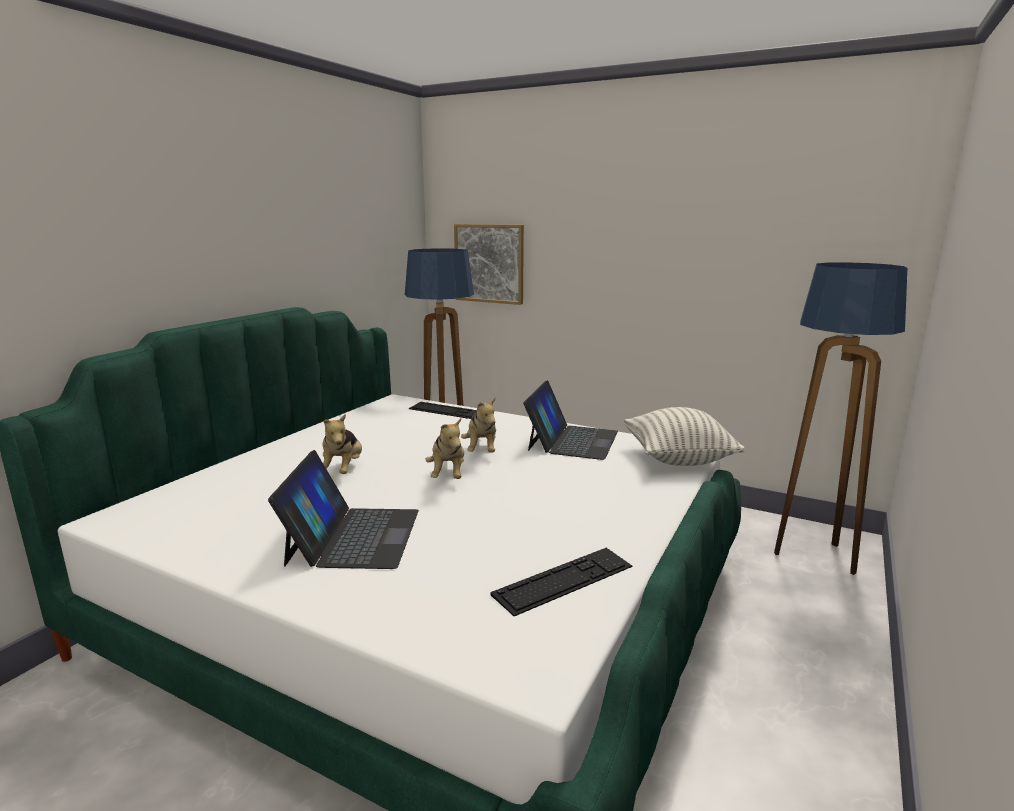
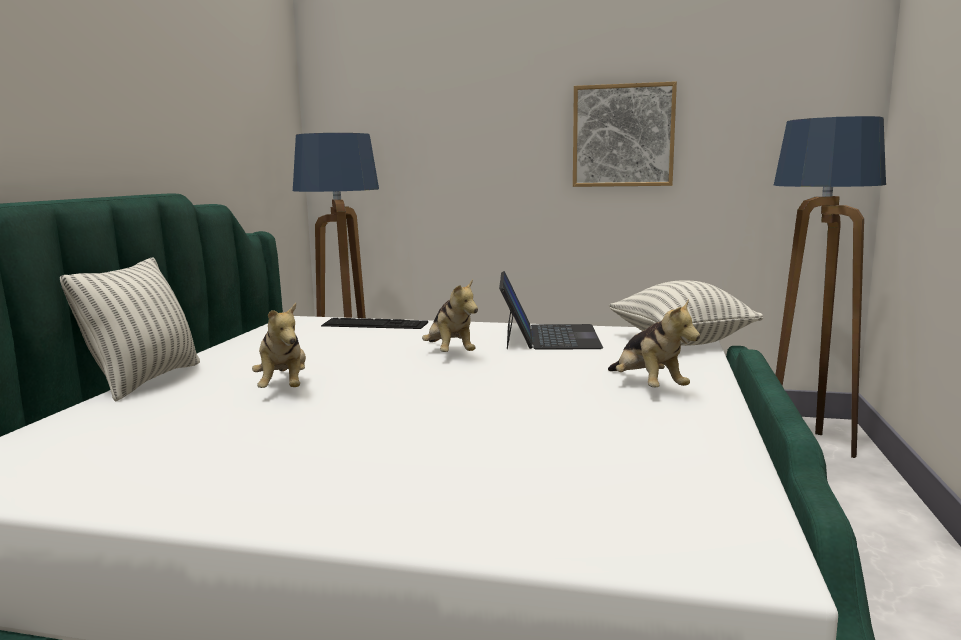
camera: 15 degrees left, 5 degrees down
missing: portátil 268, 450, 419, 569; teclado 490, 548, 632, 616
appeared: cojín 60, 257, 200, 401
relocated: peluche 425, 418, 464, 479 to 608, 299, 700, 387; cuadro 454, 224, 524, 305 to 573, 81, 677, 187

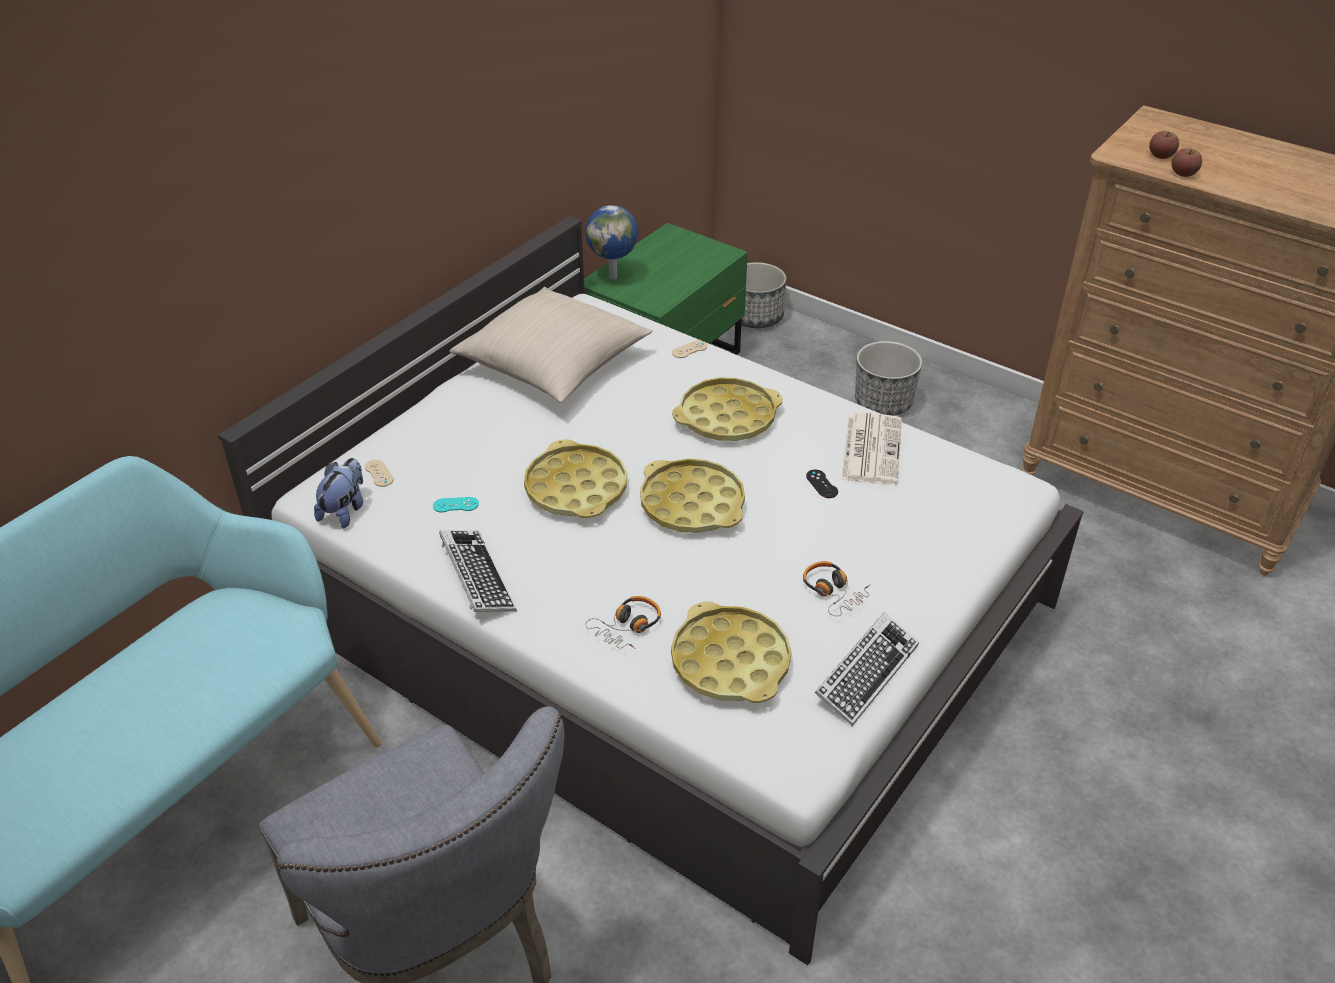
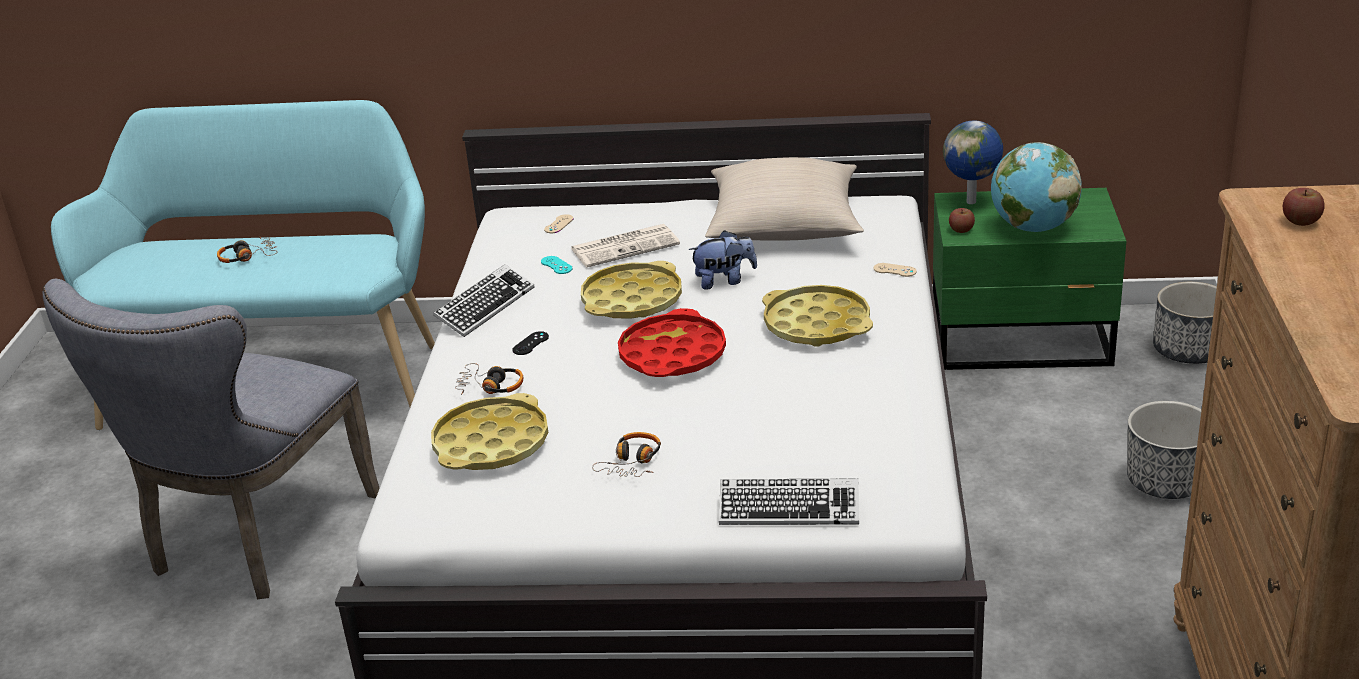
camera: 60 degrees right, 10 degrees down
appeared: auriculares 217, 236, 278, 263; globo terráqueo 991, 142, 1082, 232
relocated: peluche 314, 458, 363, 528 to 688, 230, 757, 290; mando de consola [negro] 806, 470, 838, 498 to 512, 331, 549, 355; teclado 815, 612, 919, 726 to 719, 479, 859, 525; periódico 842, 413, 902, 485 to 571, 224, 680, 267; manzana 1172, 148, 1202, 177 to 949, 208, 975, 233
colour: bandeja [amarillo] 640, 459, 745, 533 to bandeja [rojo] 618, 308, 726, 377

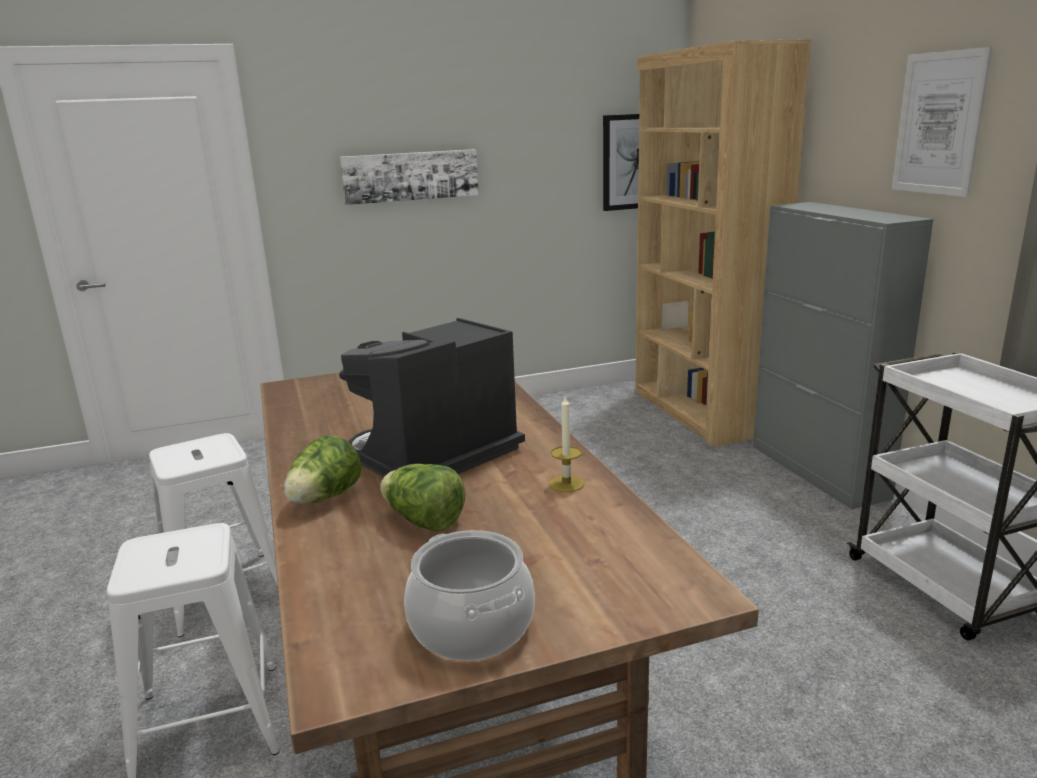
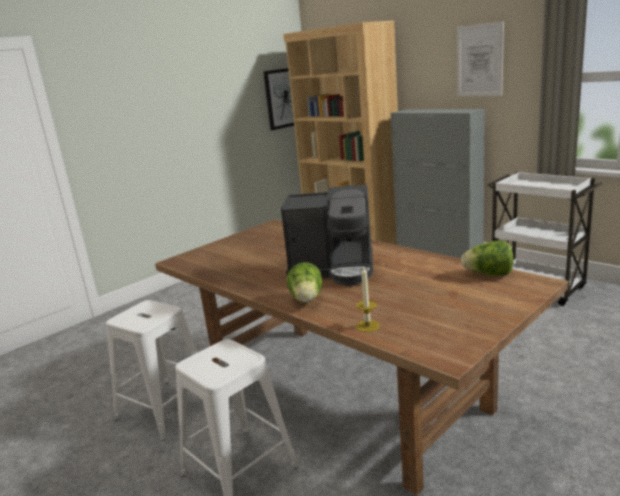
camera: 25 degrees left, 0 degrees up
missing: cuadro 340, 149, 479, 205; olla 404, 530, 535, 661
relocated: lechuga 380, 464, 465, 532 to 461, 241, 514, 276; vela 549, 397, 584, 492 to 356, 267, 380, 332
spun: cafetera 339, 318, 525, 477 = 281, 185, 373, 285 105 degrees counterclockwise

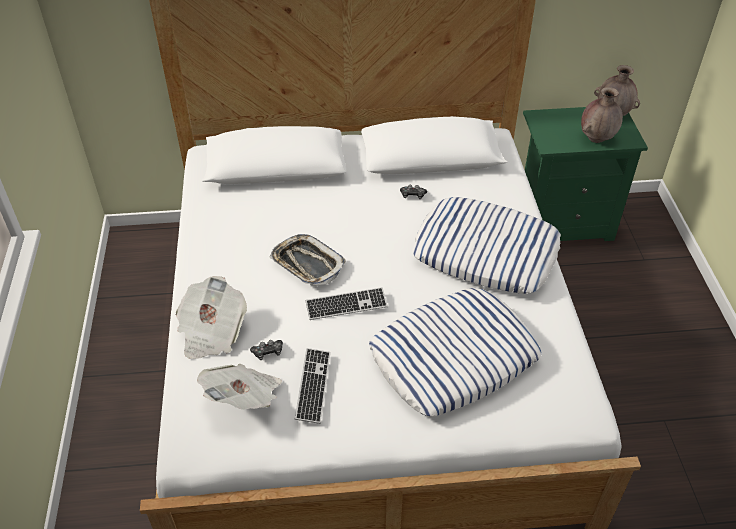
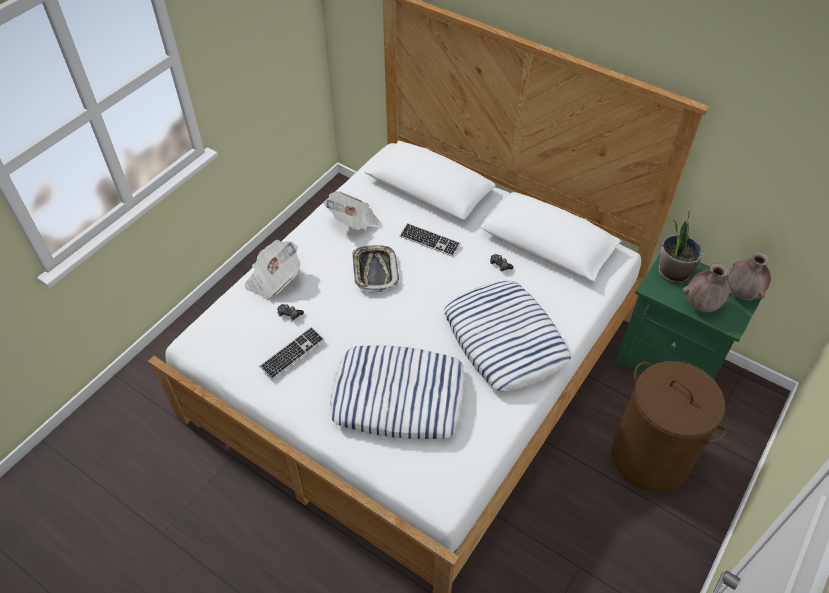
camera: 40 degrees right, 5 degrees up
appeared: cesto de la ropa [marrón] 611, 361, 726, 492; planta en maceta 659, 211, 703, 283
relocated: periódico 197, 364, 282, 410 to 324, 191, 382, 230; teclado 306, 287, 388, 320 to 400, 223, 461, 257

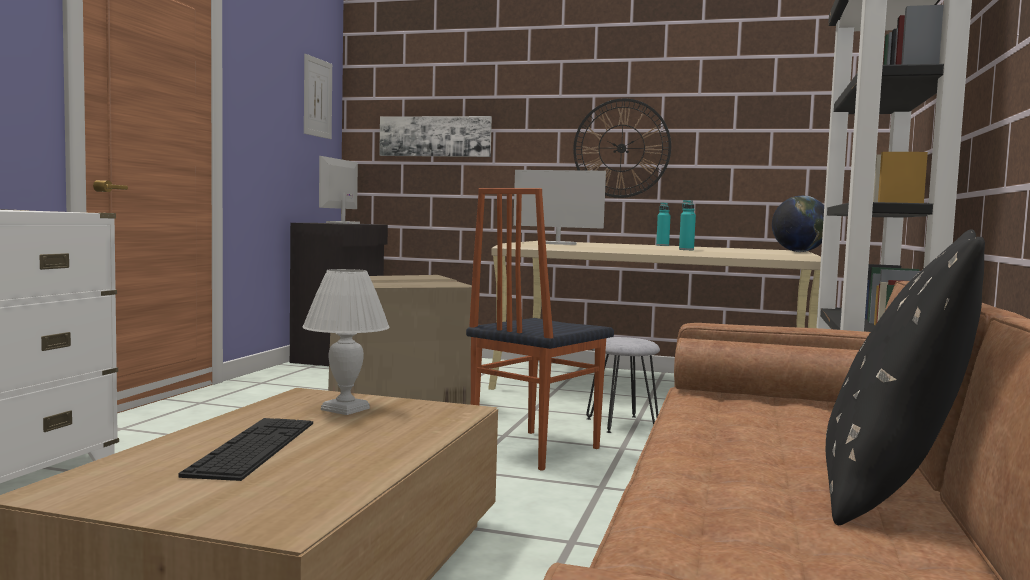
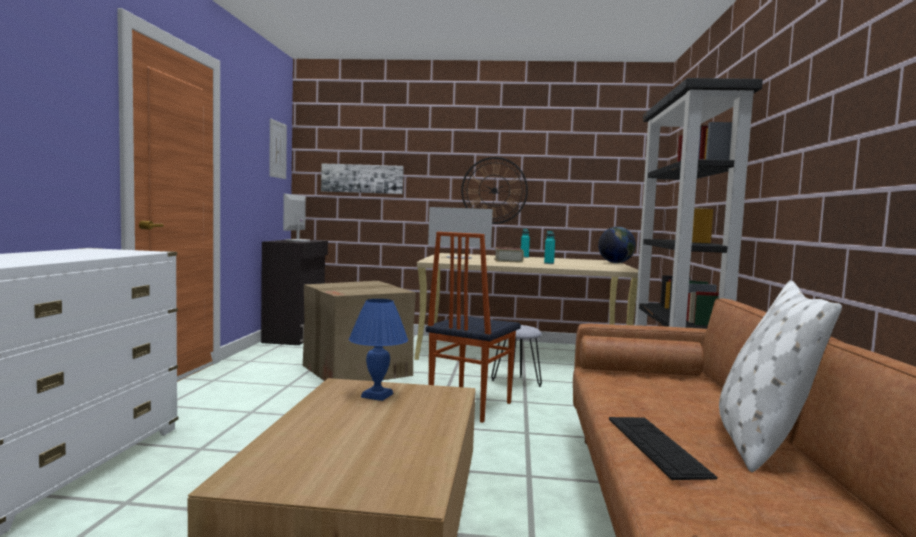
camera: 10 degrees left, 0 degrees up
appeared: libro 494, 247, 524, 263
relocated: teclado 179, 418, 313, 481 to 609, 417, 717, 480
colour: lámpara de mesa [blanco] 302, 269, 390, 415 to lámpara de mesa [azul] 349, 299, 408, 401; cojín [negro] 826, 229, 985, 525 to cojín [blanco] 719, 281, 842, 472

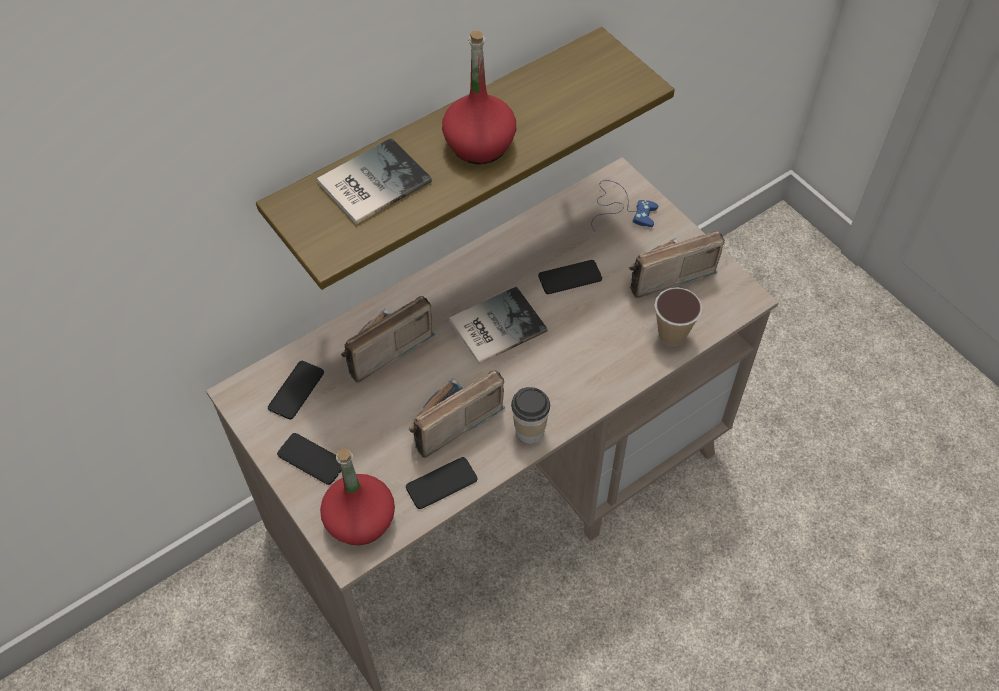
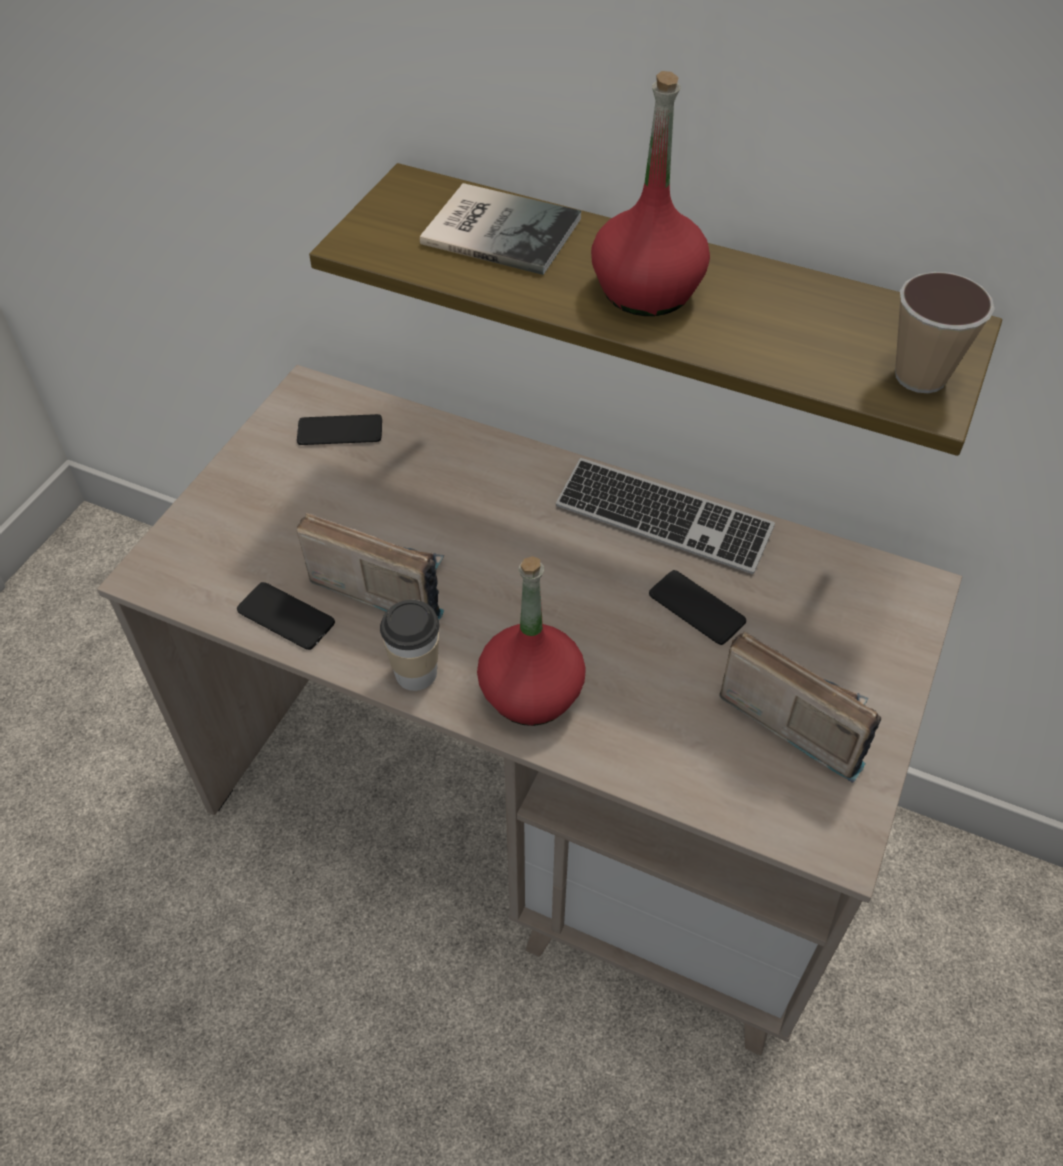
camera: 60 degrees right, 5 degrees down
missing: móvil 277, 433, 341, 485; radio 341, 296, 435, 383; libro 449, 286, 548, 364; mando de consola [azul] 591, 180, 658, 231
appeared: teclado 556, 458, 775, 574
relocated: botella [rojo] 320, 448, 395, 545 to 477, 556, 586, 726; taza 654, 287, 702, 346 to 895, 272, 994, 393

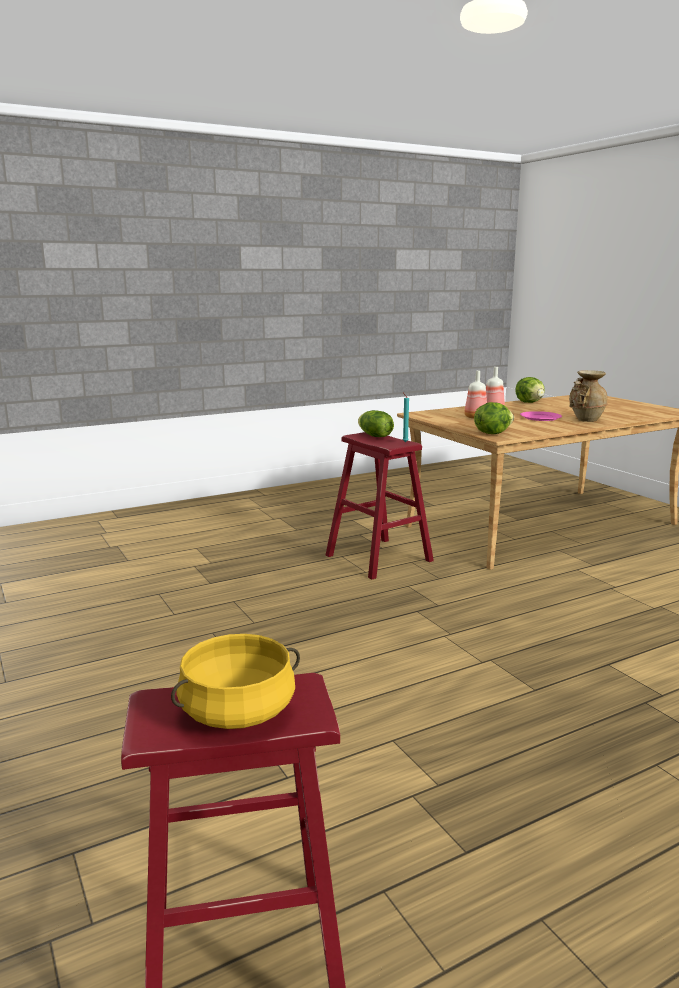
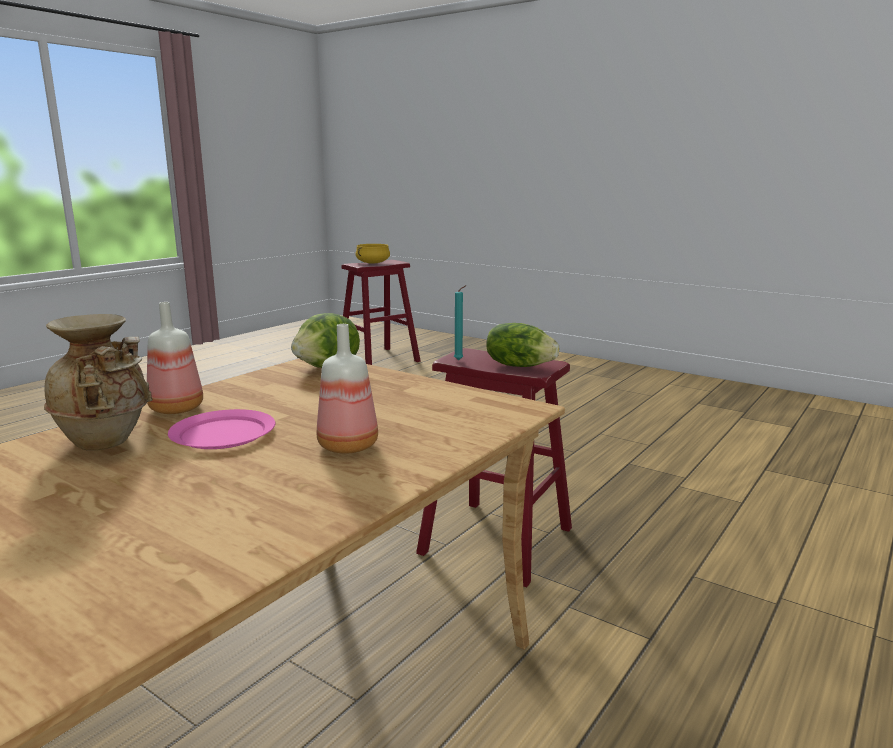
camera: 155 degrees right, 0 degrees up
missing: lechuga 515, 377, 545, 403
relocated: botella 464, 370, 487, 419 to 147, 302, 203, 414

